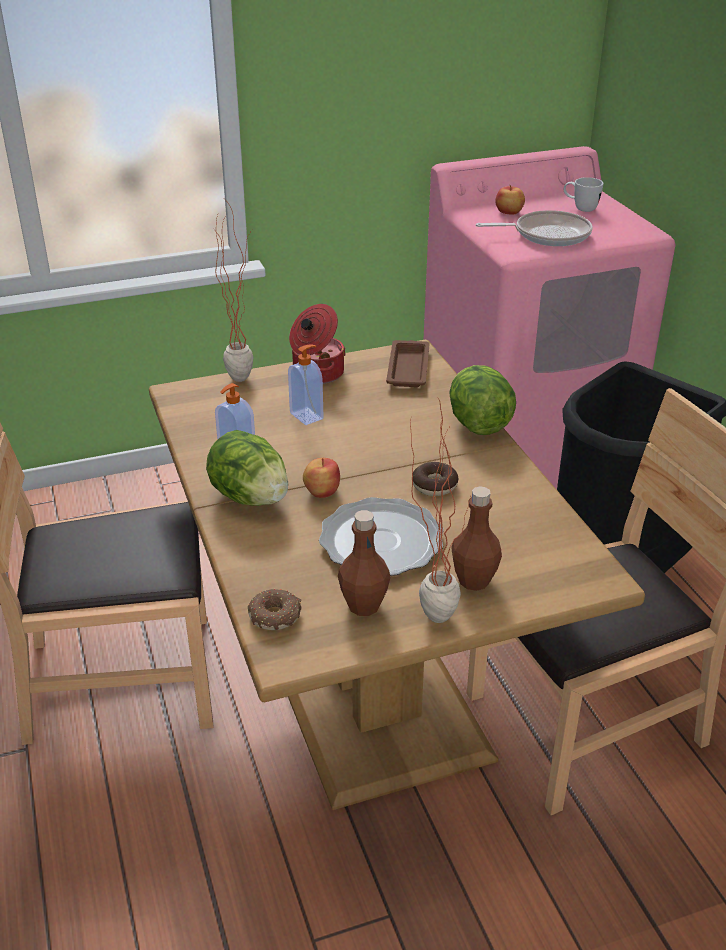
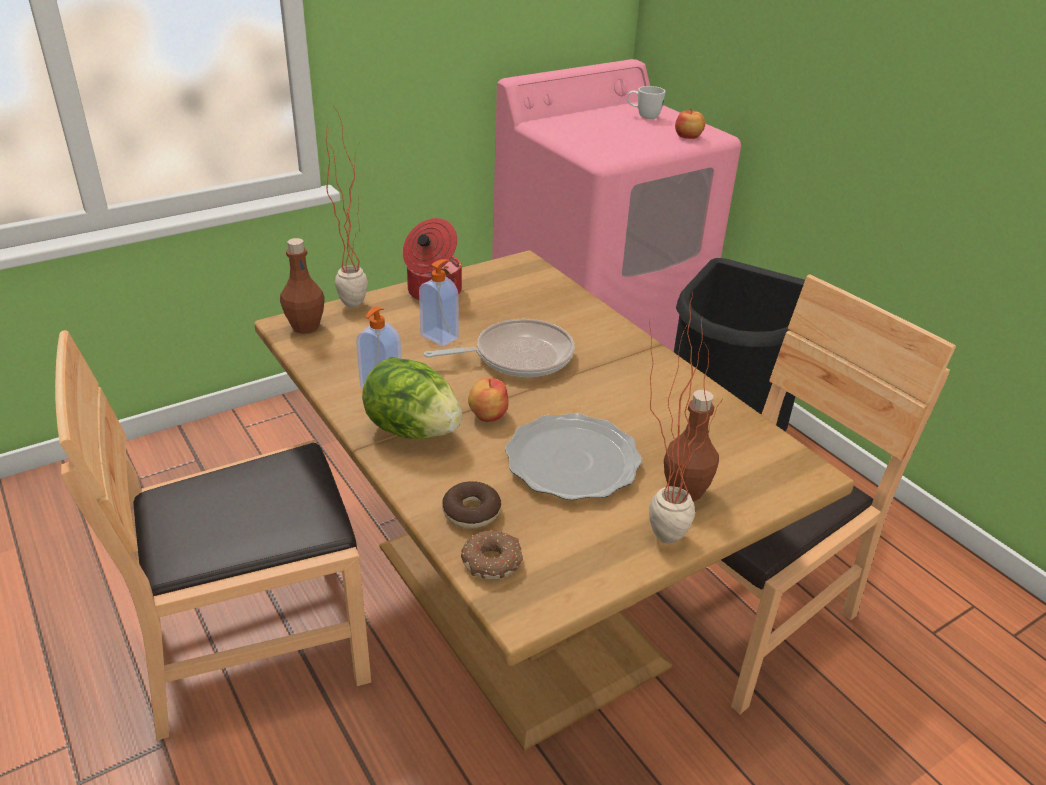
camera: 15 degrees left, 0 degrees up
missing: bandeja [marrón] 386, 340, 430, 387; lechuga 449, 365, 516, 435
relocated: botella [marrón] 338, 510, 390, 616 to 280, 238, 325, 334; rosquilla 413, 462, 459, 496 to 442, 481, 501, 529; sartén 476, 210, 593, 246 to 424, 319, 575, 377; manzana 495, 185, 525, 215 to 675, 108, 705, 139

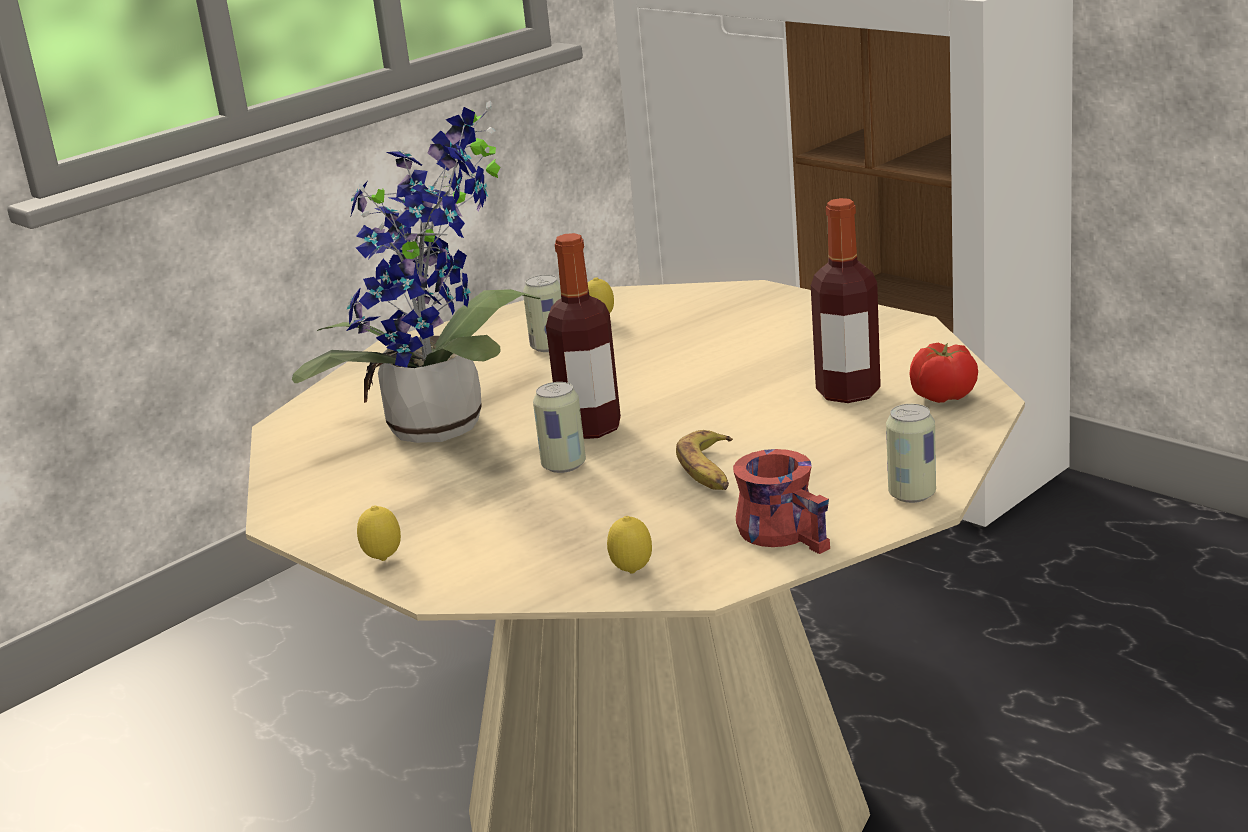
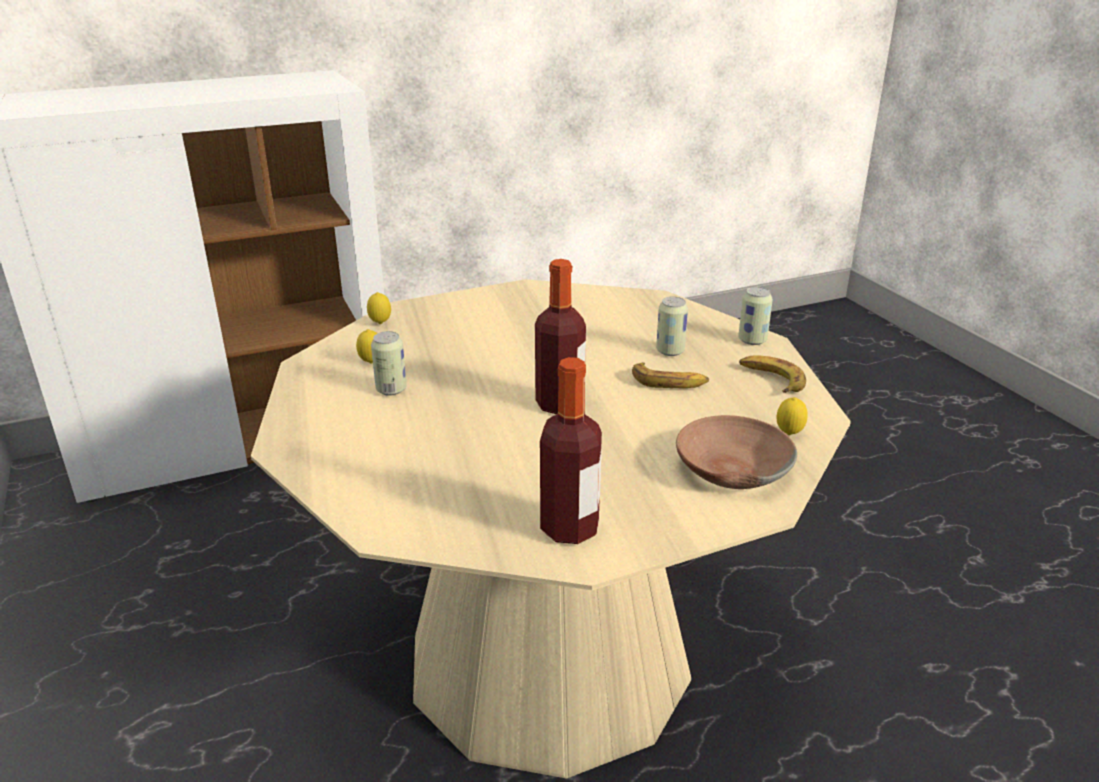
camera: 70 degrees left, 5 degrees up
missing: planta en maceta 292, 101, 540, 443; tomate 910, 343, 978, 403
appeared: cuenco [marrón] 676, 415, 797, 489
relocated: limón 357, 505, 401, 561 to 367, 292, 391, 324; lata 533, 382, 586, 473 to 656, 297, 688, 356; botella 811, 198, 881, 403 to 540, 357, 602, 544
exchanged: taza grande [rojo] 733, 449, 830, 554 to plátano 739, 355, 806, 393

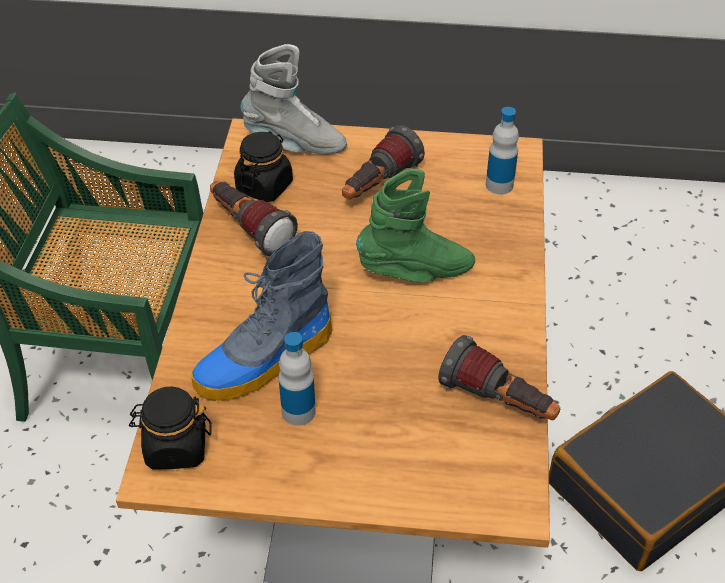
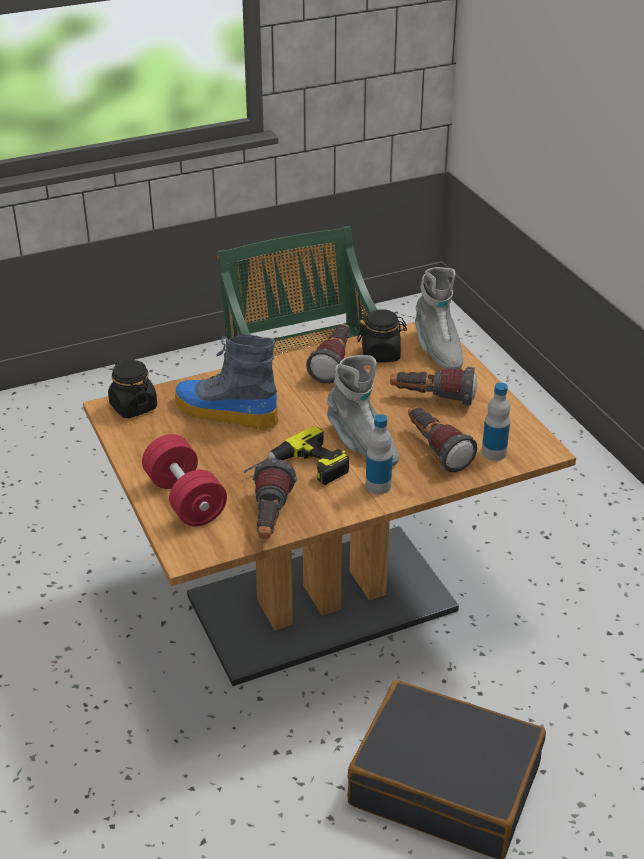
camera: 60 degrees right, 10 degrees down
appeared: mancuerna [rojo] 142, 434, 227, 527; taladro 244, 426, 349, 485; linterna 408, 407, 477, 472
relocated: botella 279, 332, 316, 426 to 366, 414, 393, 494
colour: bota [verde] 356, 169, 475, 282 to bota [gris] 327, 355, 399, 466

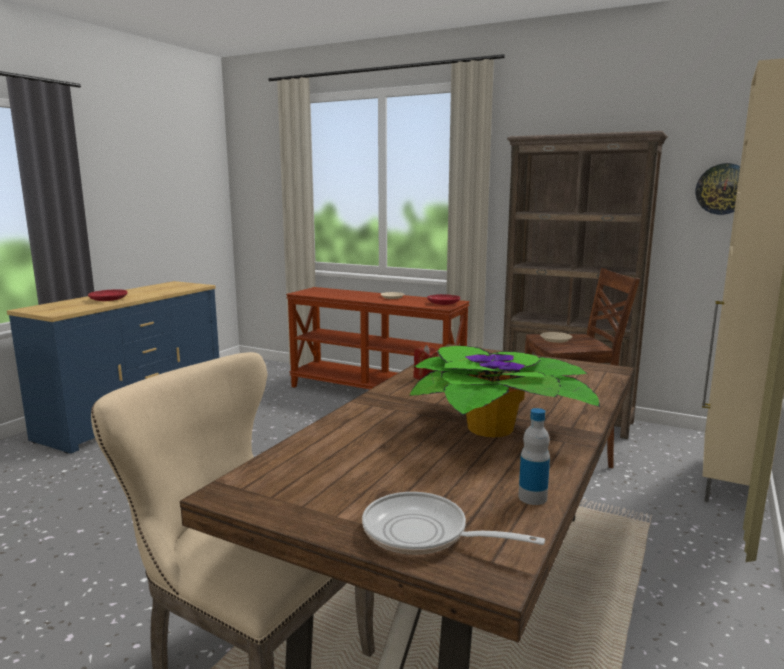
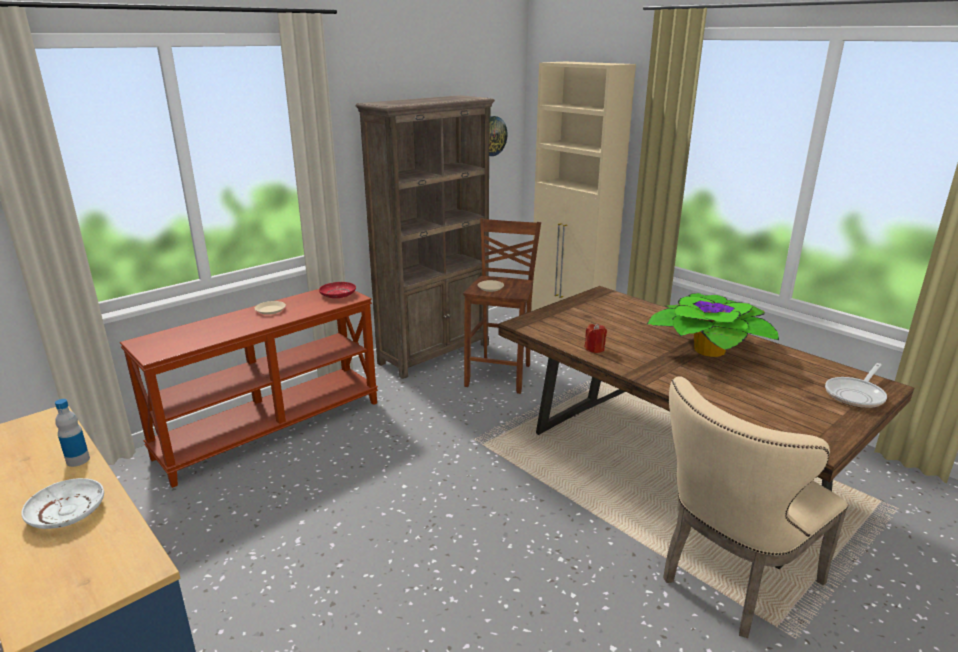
camera: 70 degrees left, 10 degrees up
relocated: botella 518, 408, 550, 505 to 55, 399, 90, 467
colour: plato [rojo] 88, 289, 128, 301 to plato [blanco] 21, 478, 104, 529

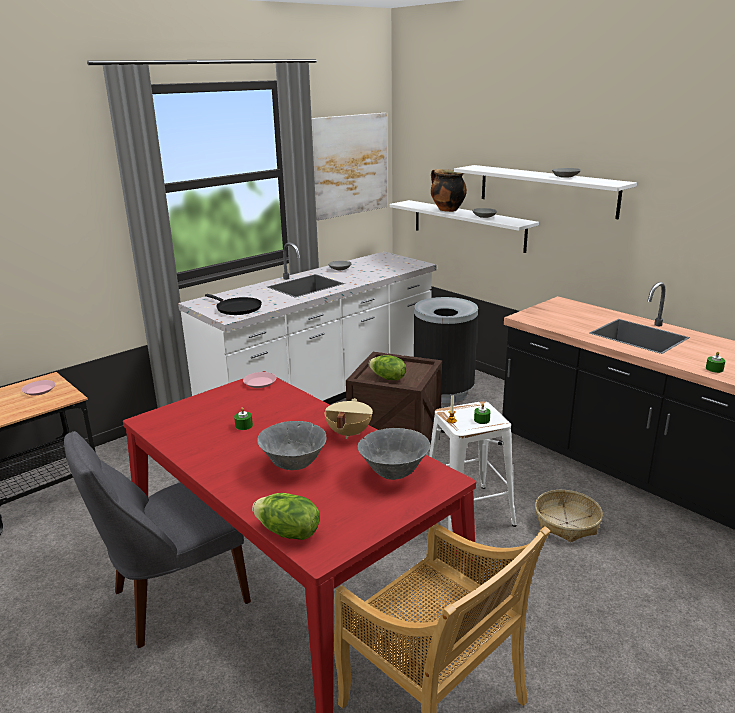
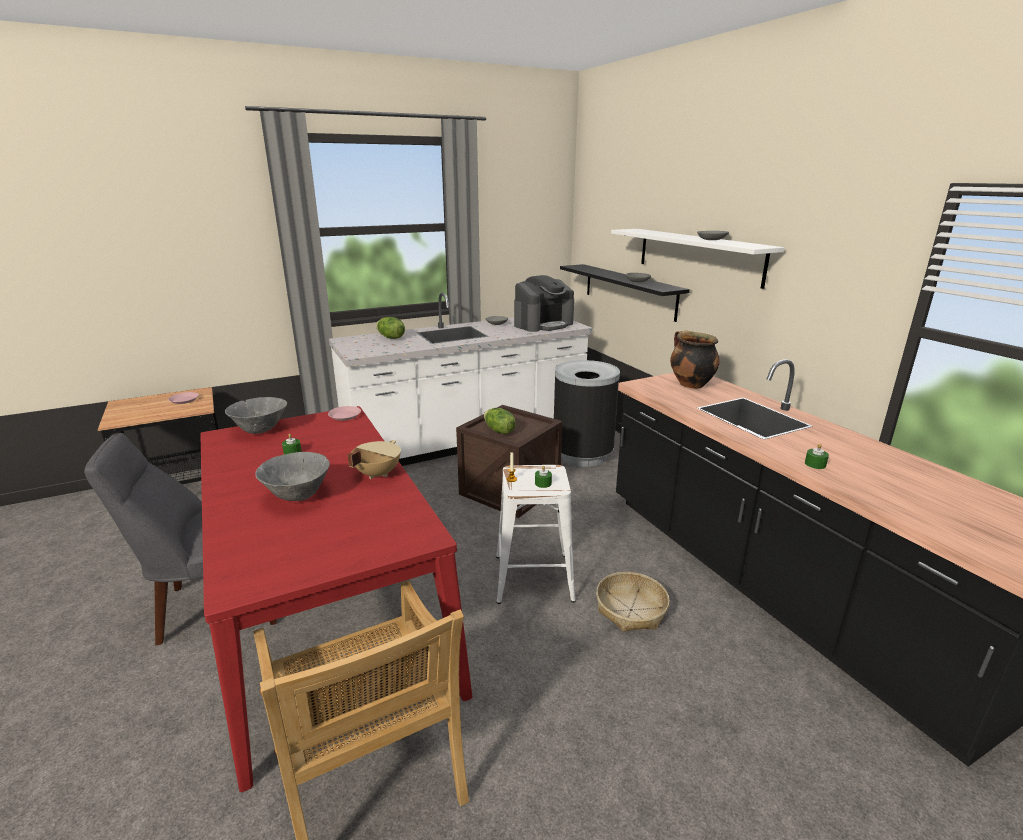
camera: 15 degrees right, 0 degrees up
missing: sartén [negro] 205, 294, 262, 315; cuadro 312, 113, 387, 221
appeared: cafetera 514, 275, 574, 332
relocated: lechuga 252, 493, 320, 540 to 376, 317, 405, 339; cuenco [gris] 357, 428, 430, 480 to 225, 397, 287, 434; olla 431, 169, 467, 212 to 670, 331, 719, 389
colour: estante [blanco] 389, 200, 539, 253 to estante [negro] 560, 264, 690, 322

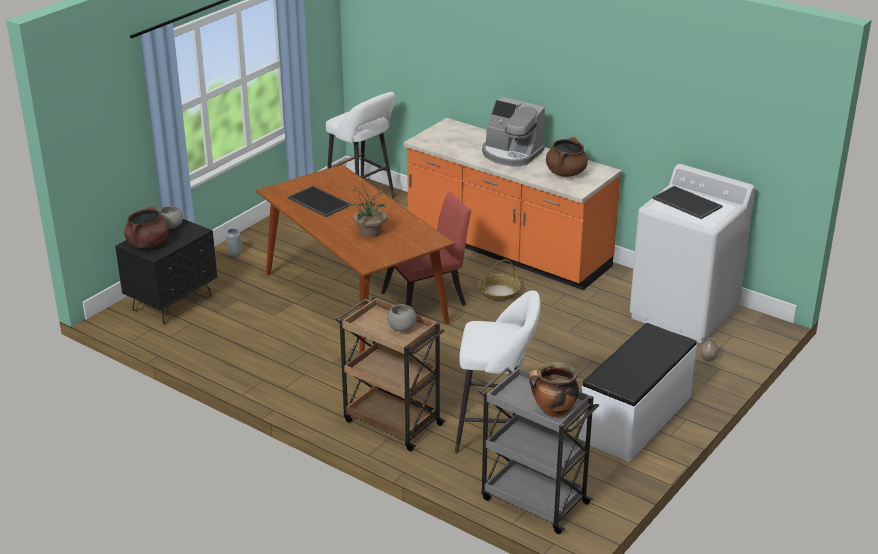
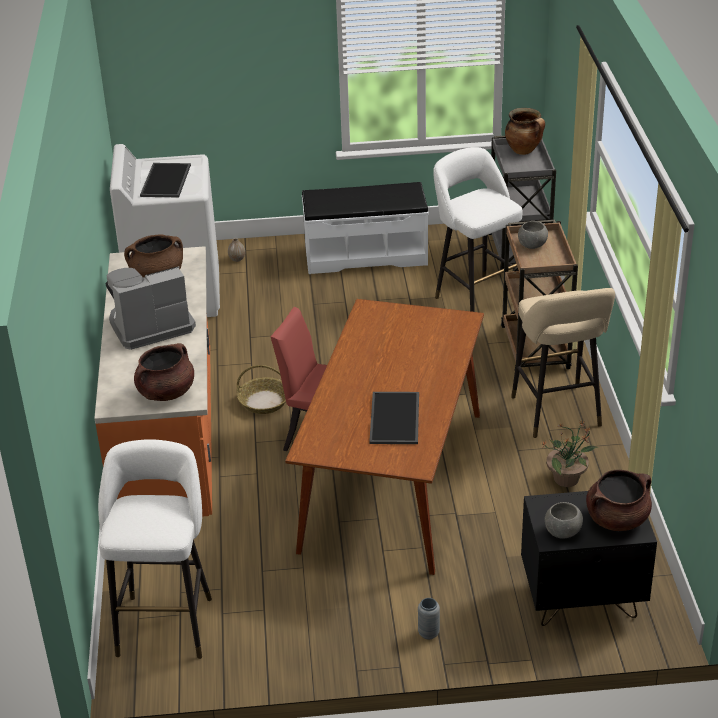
camera: 130 degrees left, 5 degrees up
appeared: olla [marrón] 134, 343, 194, 401; taburete [beis] 511, 288, 615, 438
relocated: planta en maceta 348, 182, 387, 238 to 542, 420, 598, 487
spun: cafetera 482, 97, 545, 167 = 105, 266, 196, 350 105 degrees counterclockwise

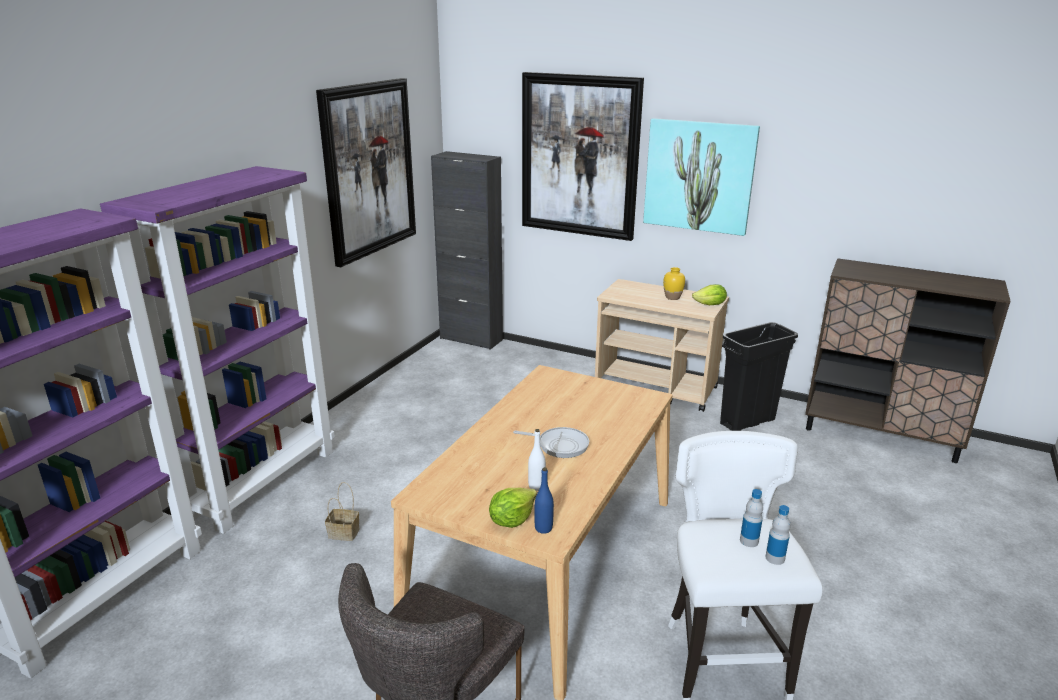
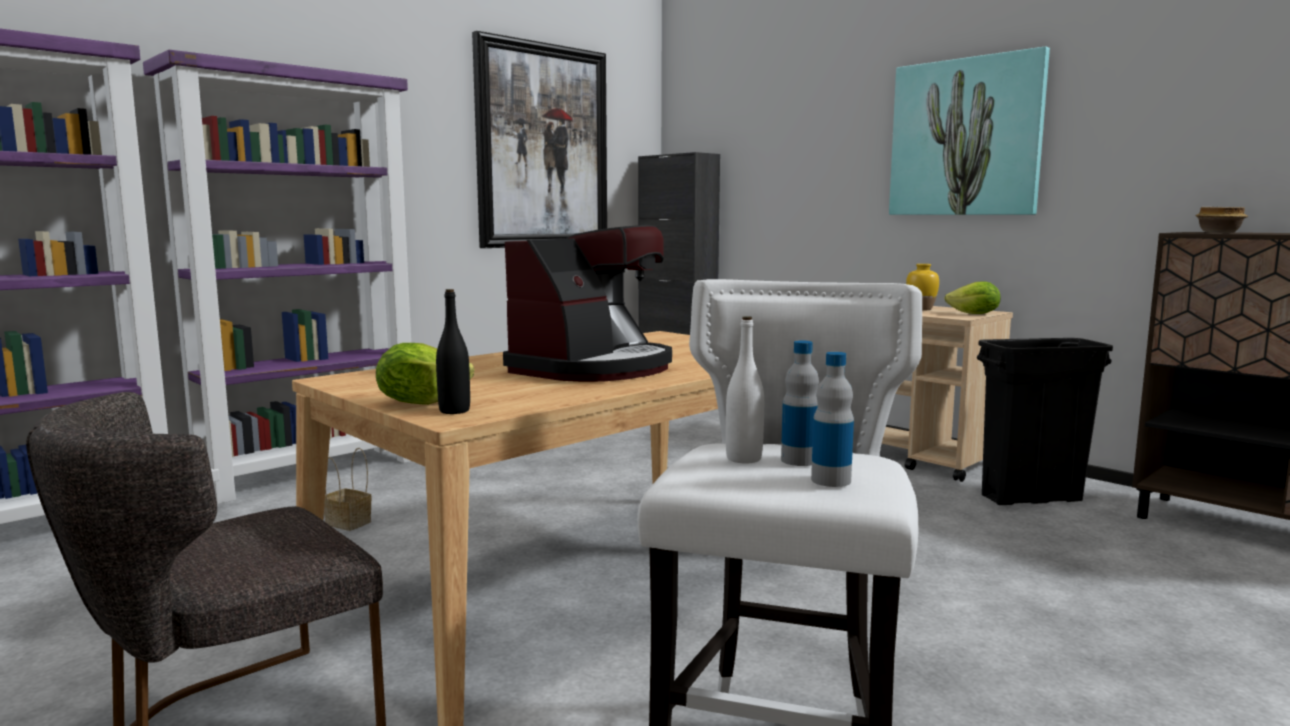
camera: 20 degrees right, 15 degrees down
missing: cuadro 522, 72, 644, 241
appeared: cuenco 1195, 207, 1248, 233
relocated: botella [blanco] 528, 429, 546, 491 to 726, 316, 764, 463
exchanged: sartén 513, 427, 589, 458 to cafetera 503, 225, 672, 382
colour: botella [azul] 534, 467, 554, 534 to botella [negro] 436, 289, 470, 414

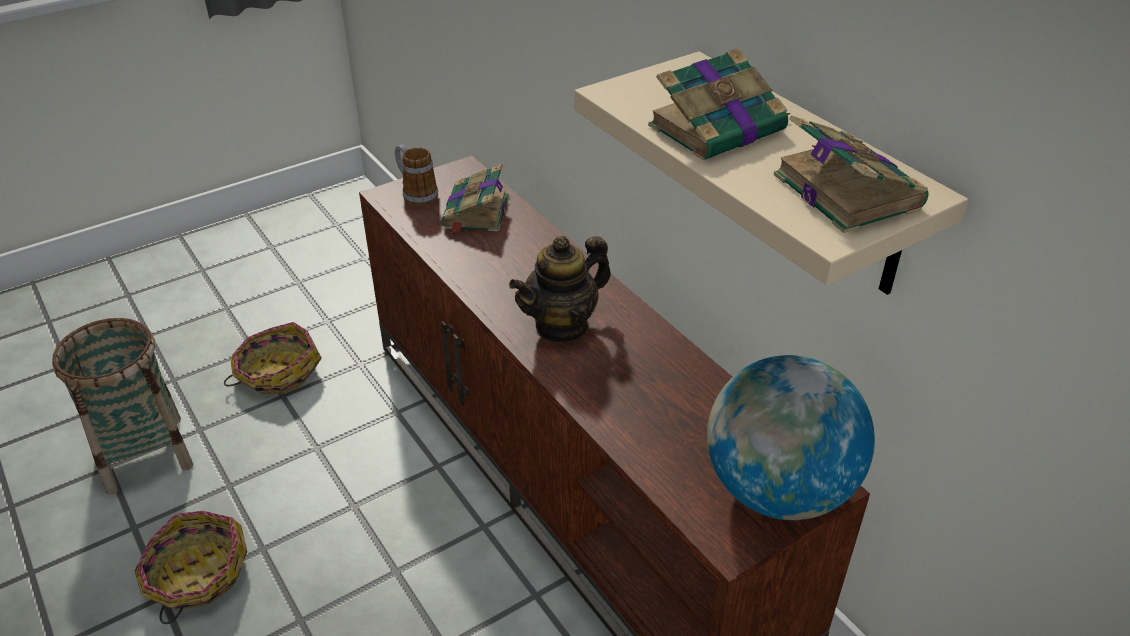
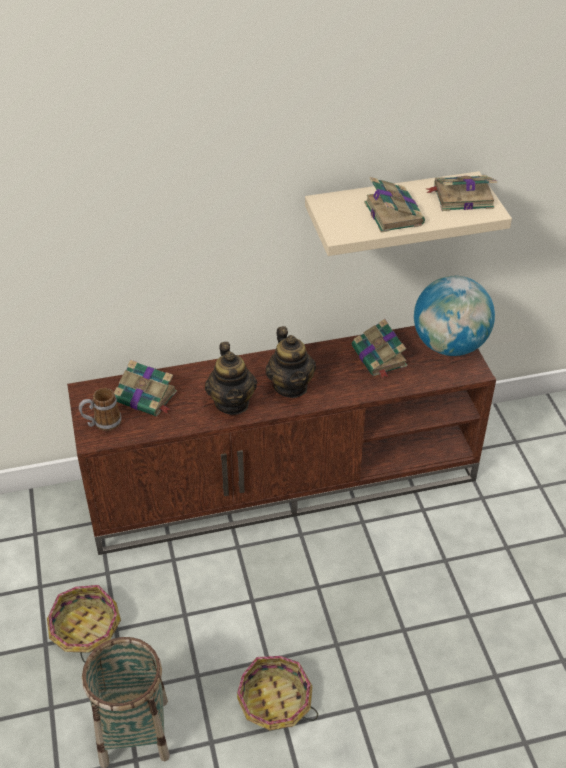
camera: 70 degrees left, 5 degrees up
appeared: tetera 205, 342, 257, 415; libro 352, 319, 408, 379

